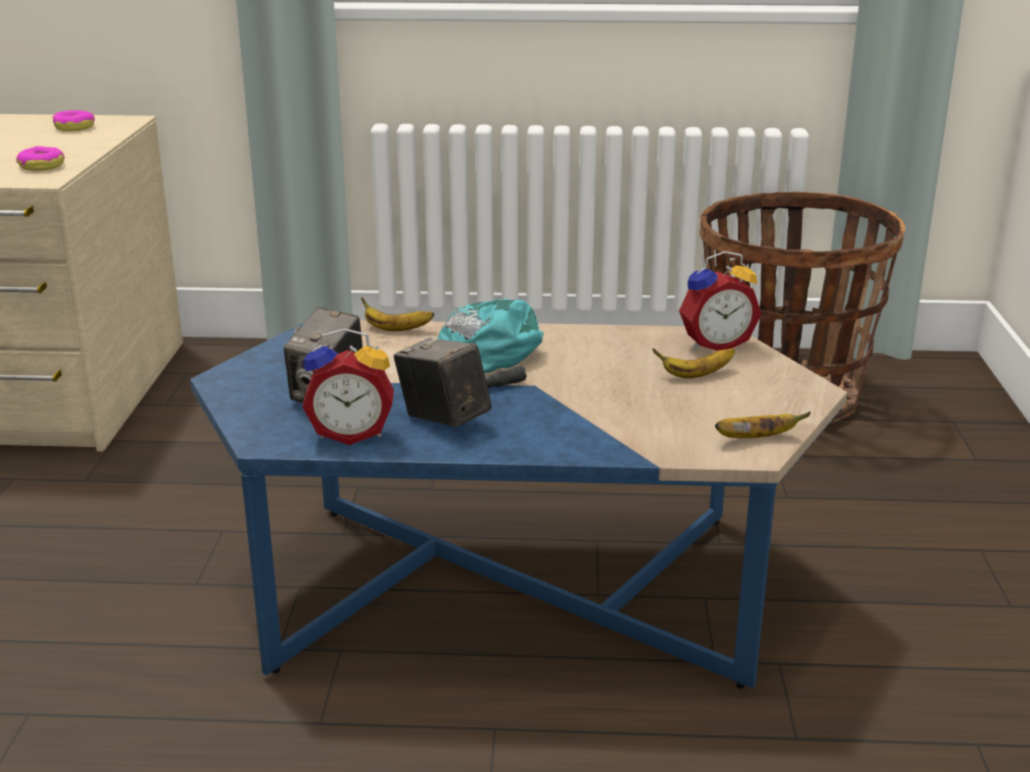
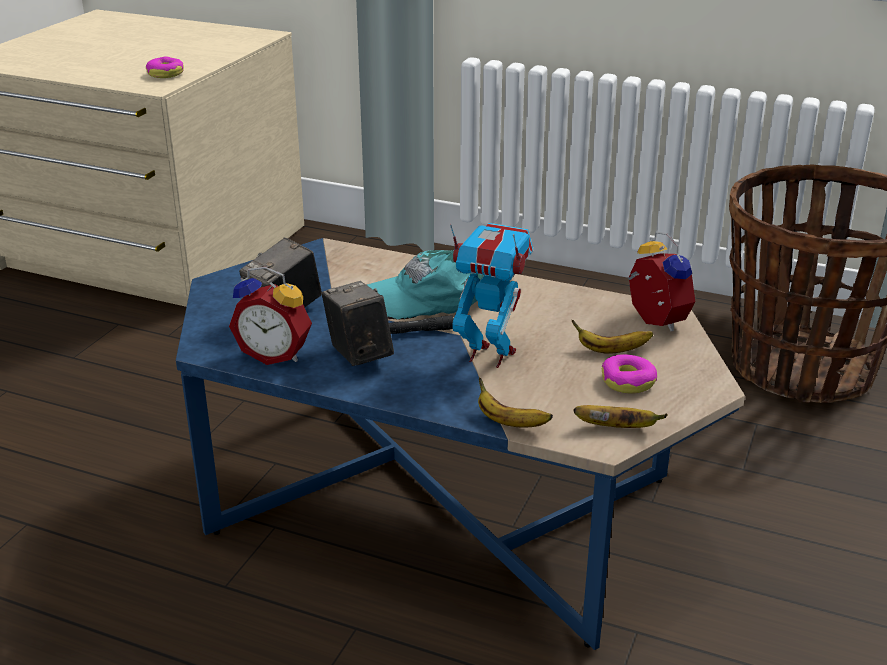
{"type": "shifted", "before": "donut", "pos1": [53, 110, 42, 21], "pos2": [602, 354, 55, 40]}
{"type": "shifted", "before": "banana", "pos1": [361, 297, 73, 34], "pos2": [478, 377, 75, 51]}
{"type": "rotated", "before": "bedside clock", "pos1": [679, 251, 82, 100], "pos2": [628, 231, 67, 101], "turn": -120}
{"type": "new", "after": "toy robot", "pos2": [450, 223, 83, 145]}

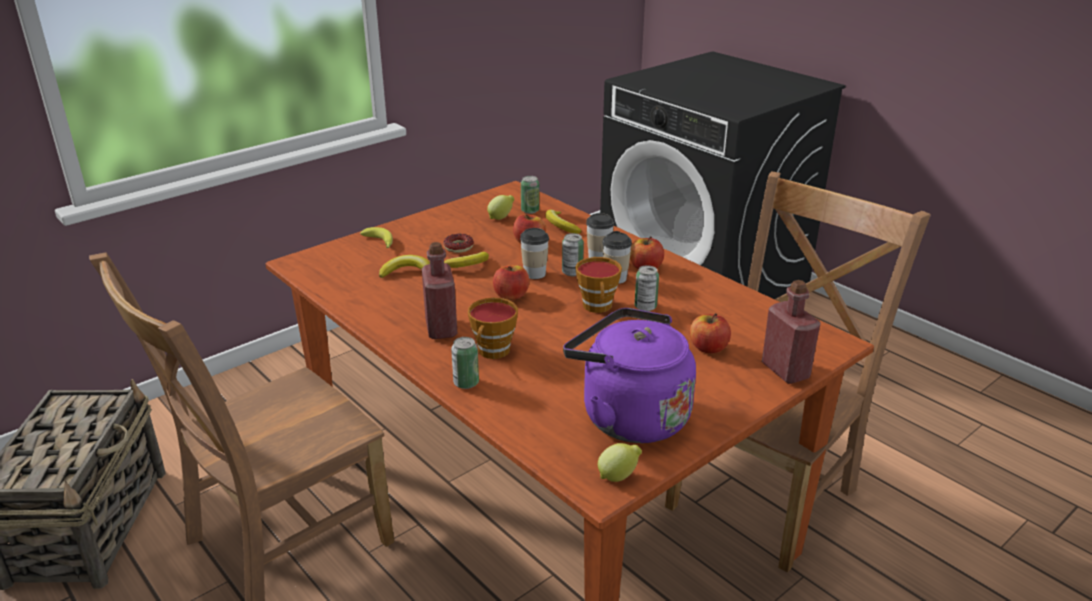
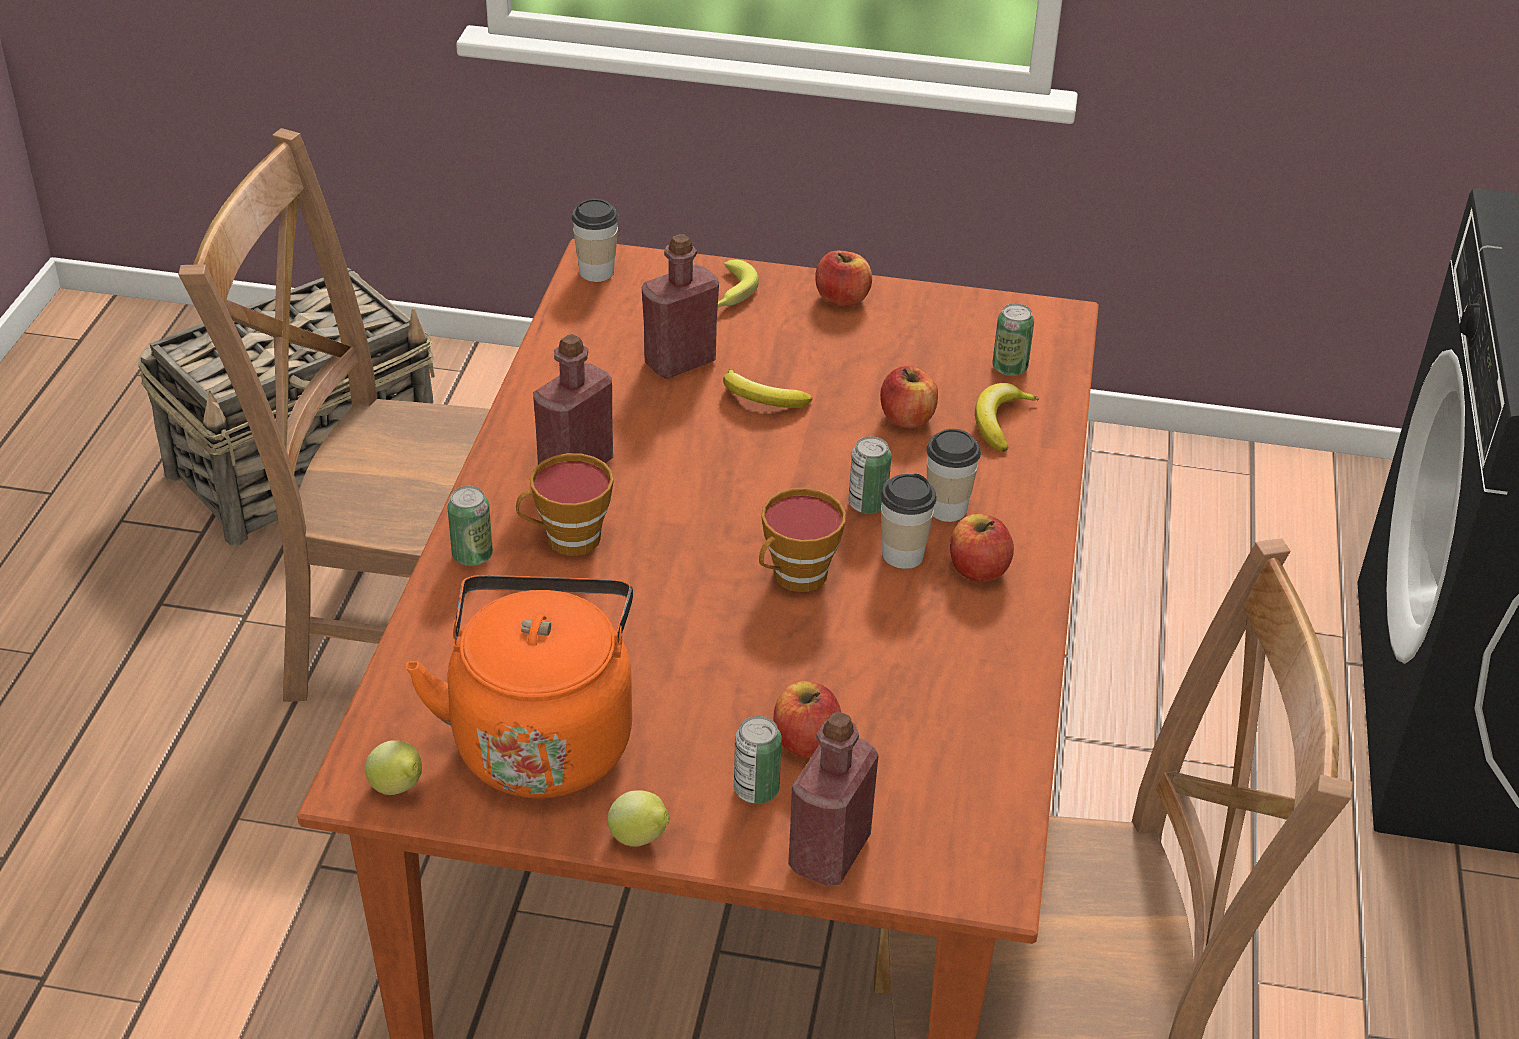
{"type": "swapped", "before": "banana", "after": "red-coloured beverage bottle", "pos1": [379, 255, 51, 23], "pos2": [642, 234, 77, 145]}
{"type": "gone", "before": "donut", "pos1": [443, 234, 31, 19]}
{"type": "shifted", "before": "citrus fruit", "pos1": [487, 195, 27, 25], "pos2": [607, 790, 63, 57]}
{"type": "shifted", "before": "apple", "pos1": [493, 265, 37, 35], "pos2": [815, 251, 57, 56]}
{"type": "shifted", "before": "small cup", "pos1": [520, 228, 29, 51], "pos2": [572, 199, 47, 83]}
{"type": "repainted", "before": "purple water kettle", "after": "orangey water kettle", "pos1": [563, 308, 133, 135], "pos2": [406, 575, 227, 224]}
{"type": "shifted", "before": "metal can", "pos1": [635, 265, 24, 46], "pos2": [734, 716, 48, 88]}

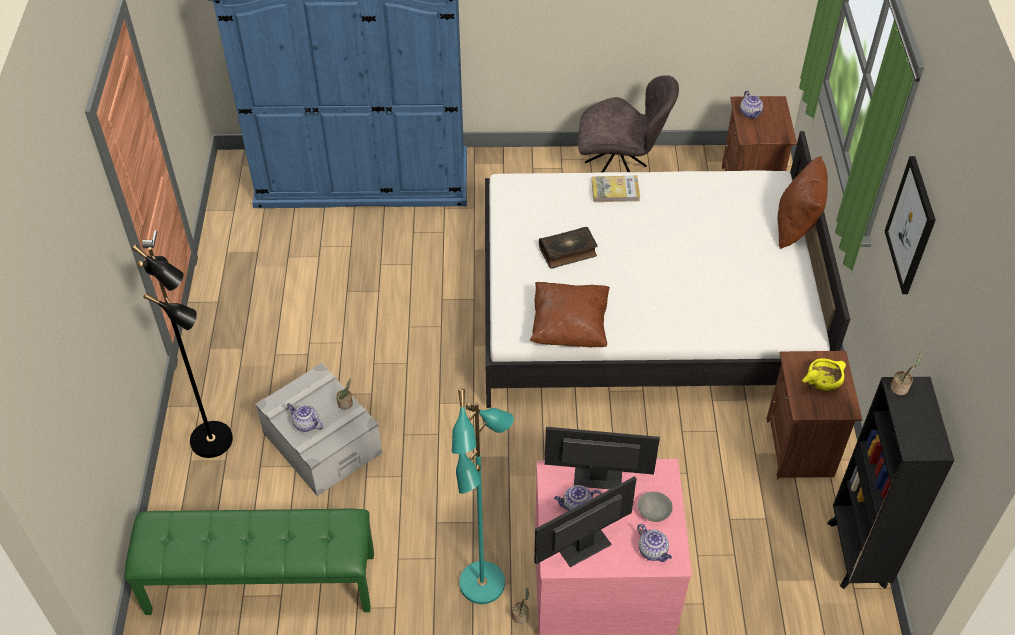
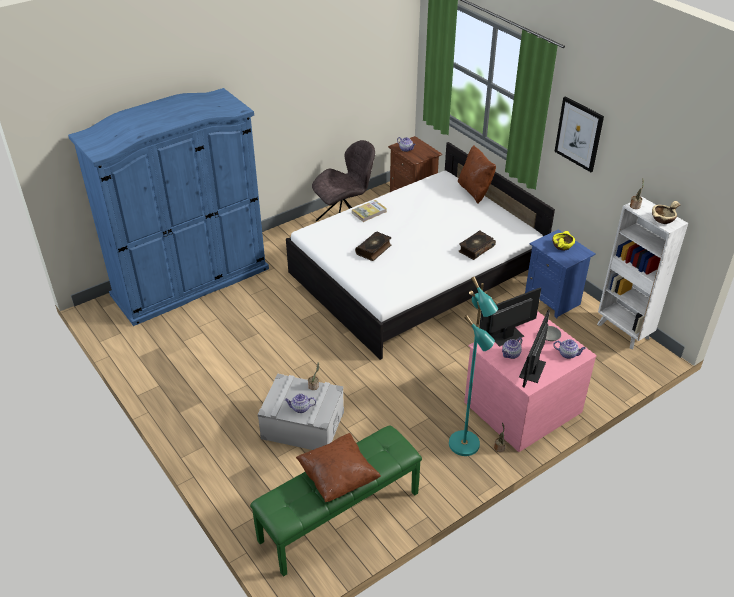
{"type": "gone", "before": "blackish floor lamp", "pos1": [132, 244, 101, 214]}
{"type": "shifted", "before": "brown cushion", "pos1": [530, 282, 80, 65], "pos2": [296, 433, 85, 69]}
{"type": "repainted", "before": "brown night table", "after": "blue-coloured night table", "pos1": [767, 351, 95, 128], "pos2": [525, 229, 70, 89]}
{"type": "repainted", "before": "blackish shelving unit", "after": "white-coloured shelving unit", "pos1": [827, 377, 127, 212], "pos2": [597, 197, 91, 152]}
{"type": "new", "after": "bound book", "pos2": [458, 231, 38, 29]}
{"type": "new", "after": "beige deep dish", "pos2": [652, 201, 29, 23]}

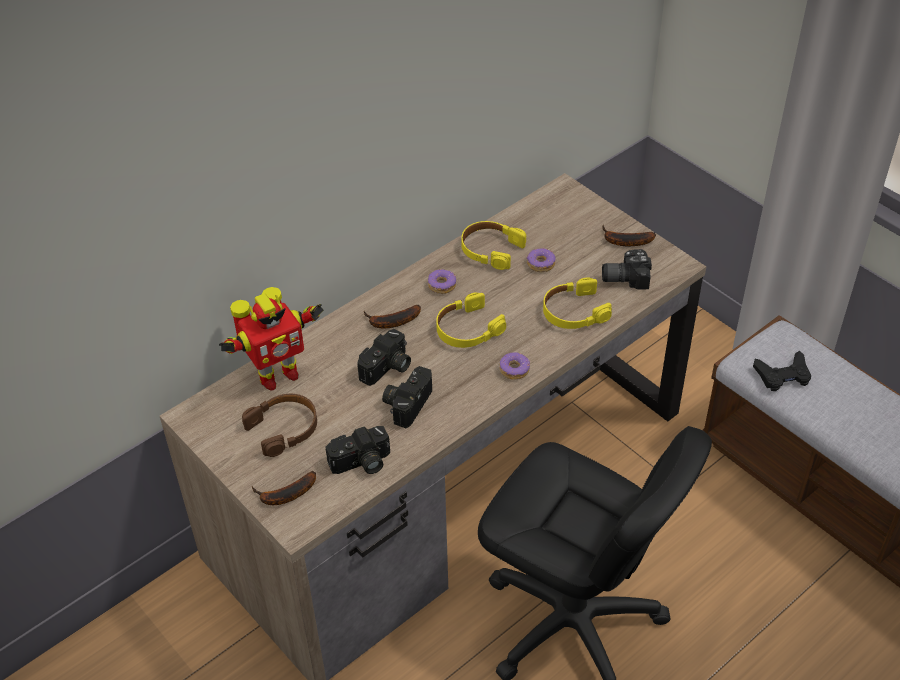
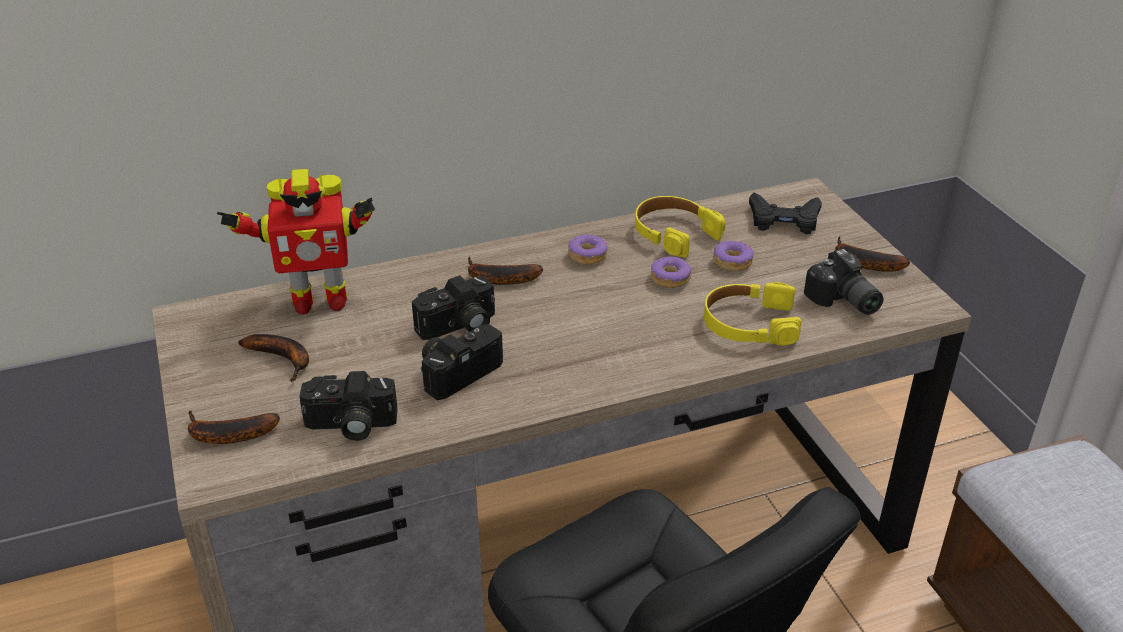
{"type": "swapped", "before": "brown headphones", "after": "banana", "pos1": [242, 394, 75, 63], "pos2": [238, 334, 71, 48]}
{"type": "gone", "before": "yellow headphones", "pos1": [436, 292, 70, 56]}
{"type": "shifted", "before": "donut", "pos1": [499, 352, 31, 28], "pos2": [651, 257, 41, 31]}
{"type": "rotated", "before": "still camera", "pos1": [602, 249, 50, 40], "pos2": [804, 248, 79, 67], "turn": -135}
{"type": "shifted", "before": "blackish joypad", "pos1": [753, 351, 58, 40], "pos2": [749, 192, 73, 42]}

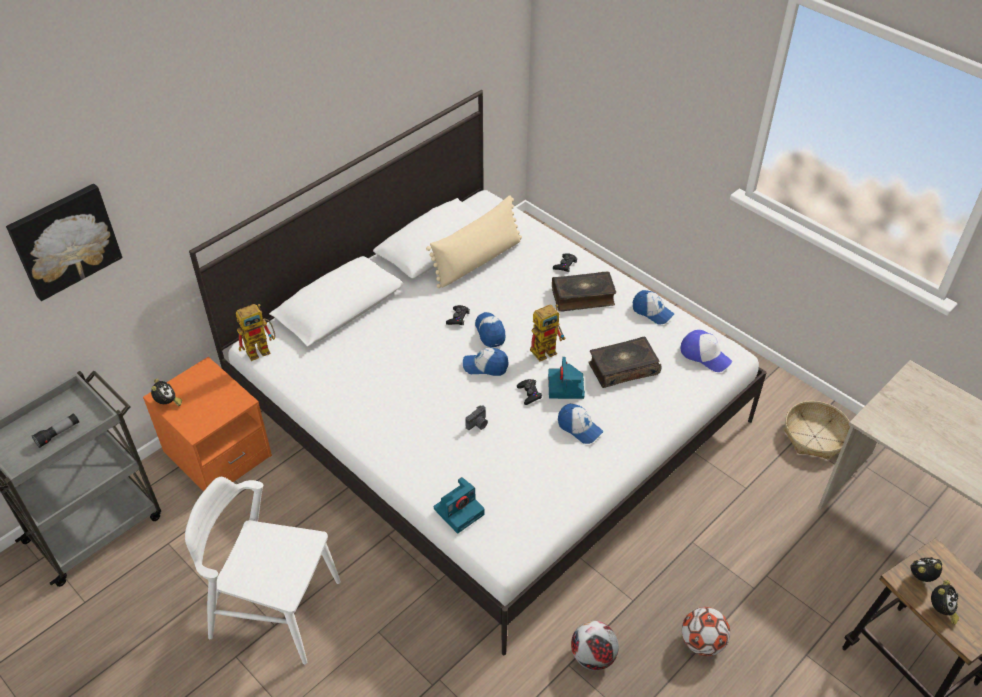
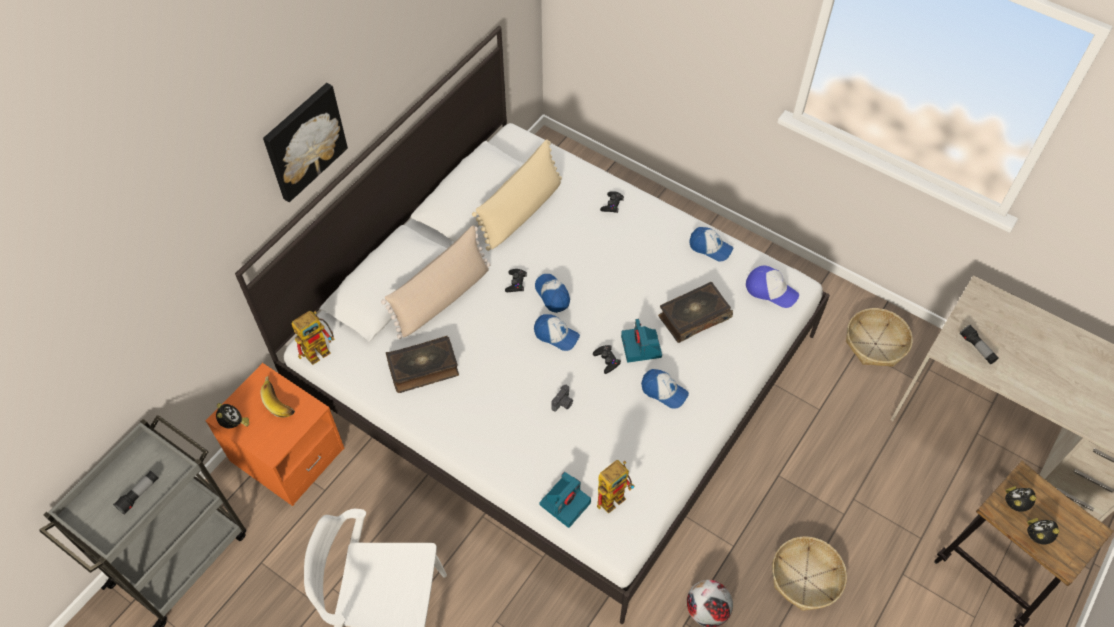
{"type": "shifted", "before": "picture", "pos1": [6, 184, 116, 117], "pos2": [263, 83, 85, 119]}
{"type": "rotated", "before": "baseball cap", "pos1": [463, 347, 46, 29], "pos2": [534, 314, 46, 37], "turn": -150}
{"type": "shifted", "before": "toy robot", "pos1": [530, 304, 35, 57], "pos2": [597, 460, 38, 54]}
{"type": "shifted", "before": "bound book", "pos1": [552, 272, 64, 40], "pos2": [386, 336, 73, 57]}
{"type": "swapped", "before": "football", "after": "household basket", "pos1": [682, 607, 48, 49], "pos2": [772, 536, 75, 75]}
{"type": "rotated", "before": "bedside clock", "pos1": [931, 580, 28, 45], "pos2": [1027, 518, 32, 26], "turn": -135}
{"type": "new", "after": "banana", "pos2": [260, 376, 35, 41]}
{"type": "new", "after": "beige cushion", "pos2": [381, 225, 109, 114]}
{"type": "new", "after": "hand torch", "pos2": [960, 325, 39, 39]}

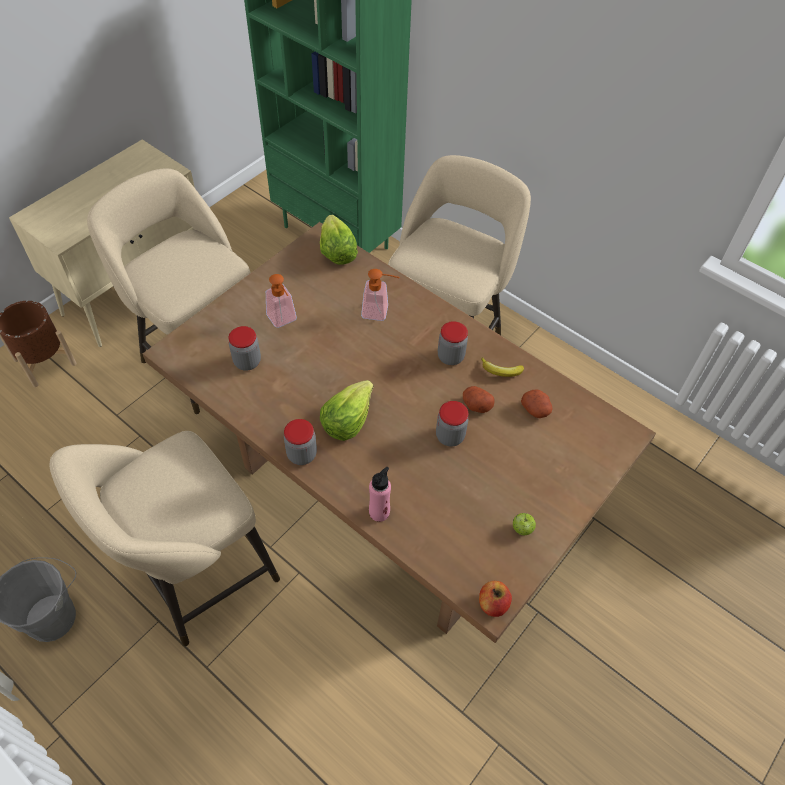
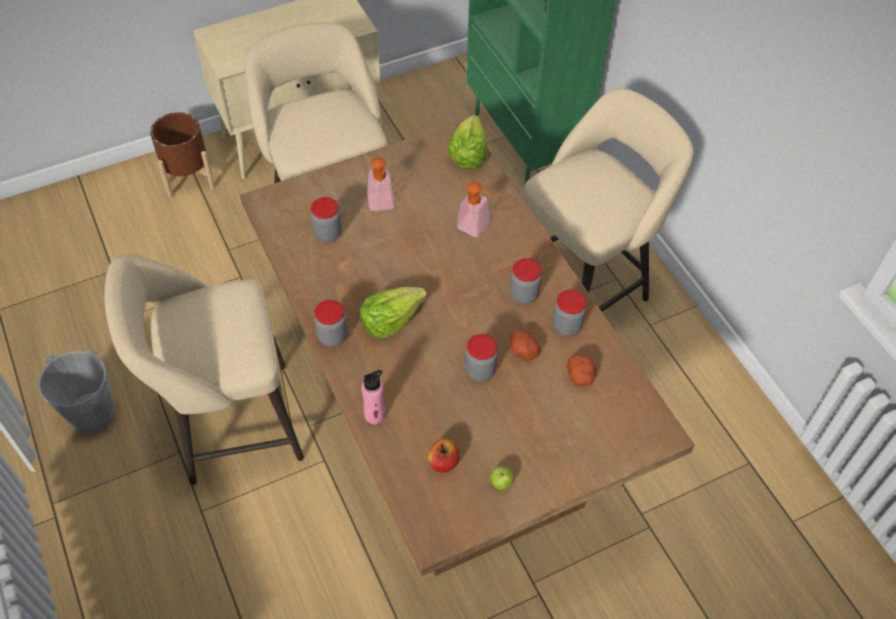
{"type": "shifted", "before": "apple", "pos1": [479, 581, 33, 36], "pos2": [428, 439, 31, 34]}
{"type": "swapped", "before": "banana", "after": "jar", "pos1": [481, 357, 43, 20], "pos2": [552, 290, 34, 46]}

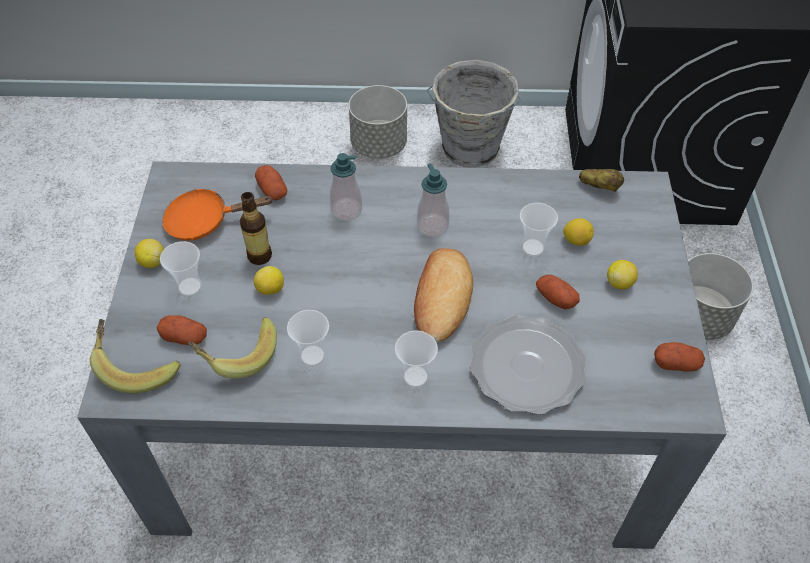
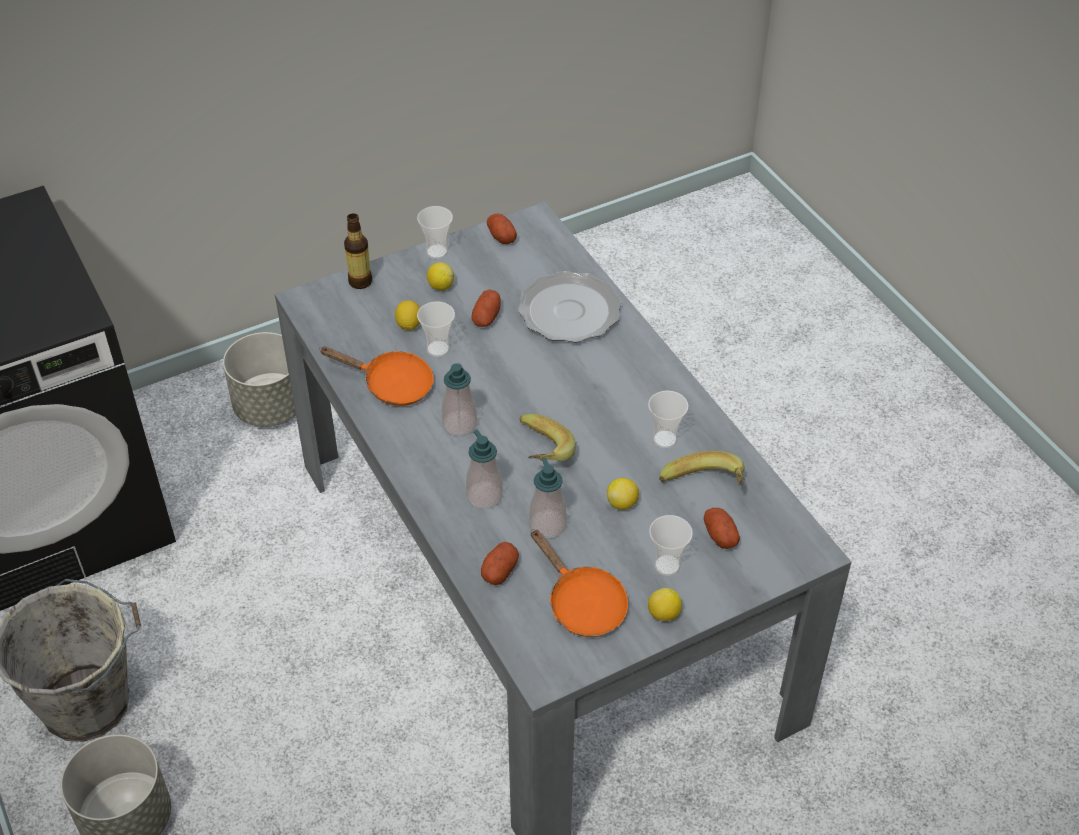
{"type": "shifted", "before": "banana", "pos1": [90, 319, 91, 75], "pos2": [520, 414, 56, 47]}
{"type": "shifted", "before": "beverage bottle", "pos1": [240, 192, 32, 73], "pos2": [344, 213, 28, 76]}
{"type": "shifted", "before": "small cup", "pos1": [395, 330, 43, 58], "pos2": [417, 206, 36, 53]}
{"type": "gone", "before": "bakery bread", "pos1": [414, 248, 59, 94]}
{"type": "gone", "before": "potato", "pos1": [579, 169, 45, 23]}
{"type": "new", "after": "orangey pan", "pos2": [319, 346, 115, 60]}
{"type": "new", "after": "soap dispenser", "pos2": [529, 457, 38, 81]}

